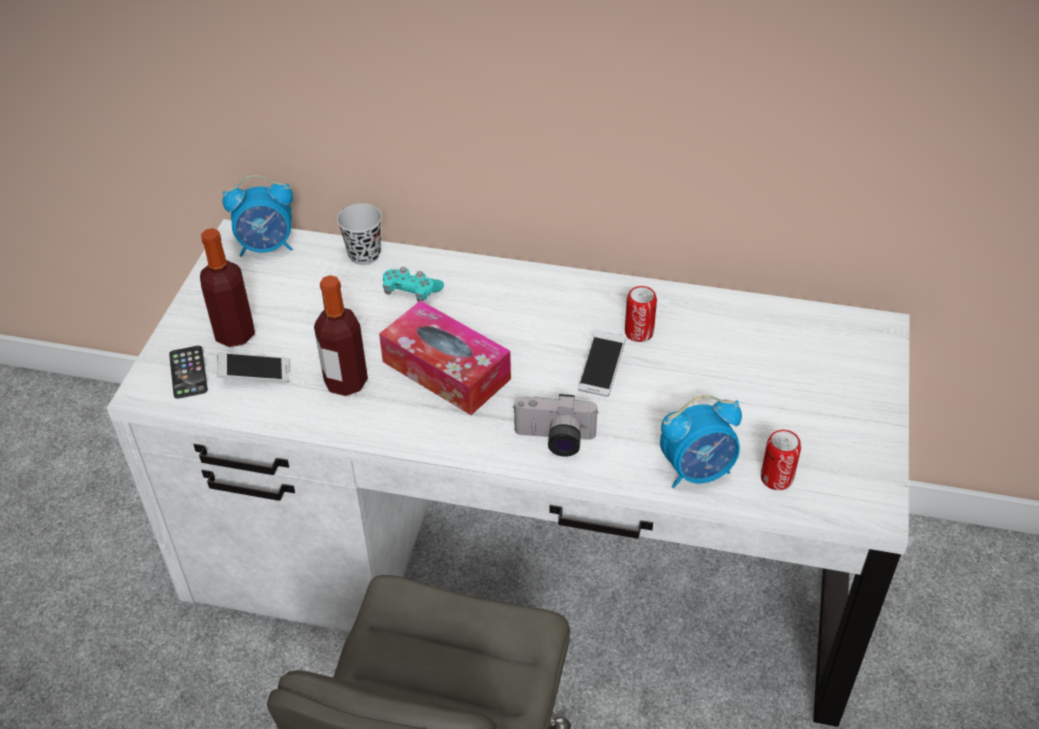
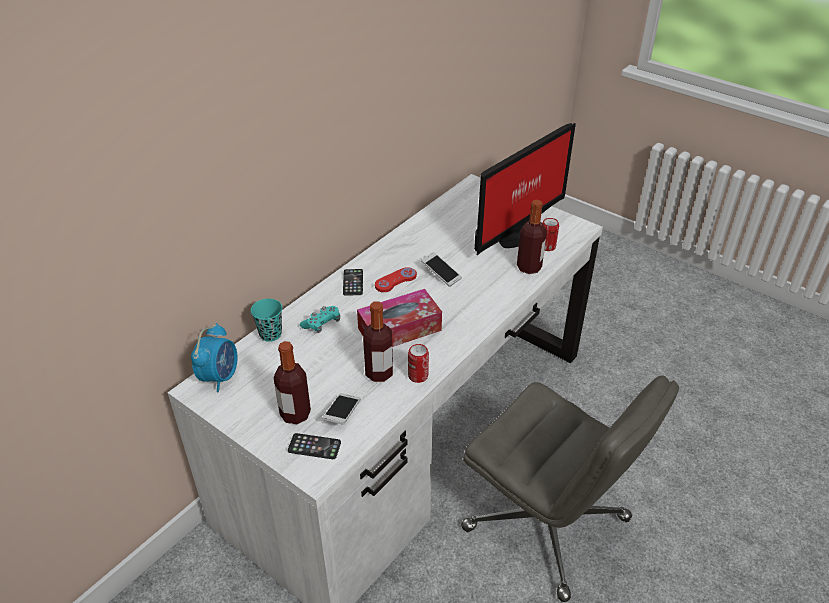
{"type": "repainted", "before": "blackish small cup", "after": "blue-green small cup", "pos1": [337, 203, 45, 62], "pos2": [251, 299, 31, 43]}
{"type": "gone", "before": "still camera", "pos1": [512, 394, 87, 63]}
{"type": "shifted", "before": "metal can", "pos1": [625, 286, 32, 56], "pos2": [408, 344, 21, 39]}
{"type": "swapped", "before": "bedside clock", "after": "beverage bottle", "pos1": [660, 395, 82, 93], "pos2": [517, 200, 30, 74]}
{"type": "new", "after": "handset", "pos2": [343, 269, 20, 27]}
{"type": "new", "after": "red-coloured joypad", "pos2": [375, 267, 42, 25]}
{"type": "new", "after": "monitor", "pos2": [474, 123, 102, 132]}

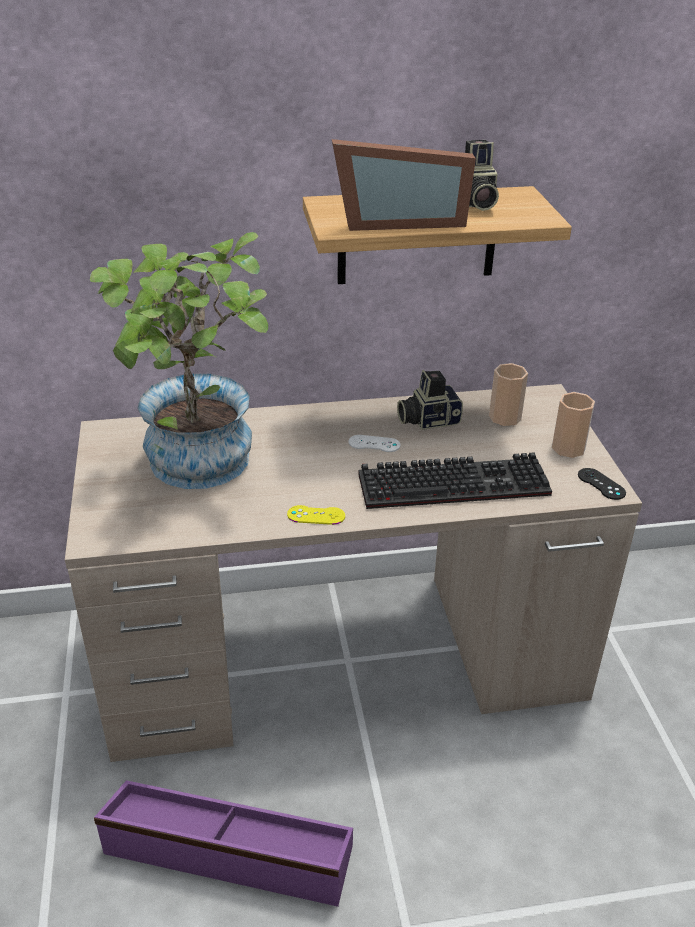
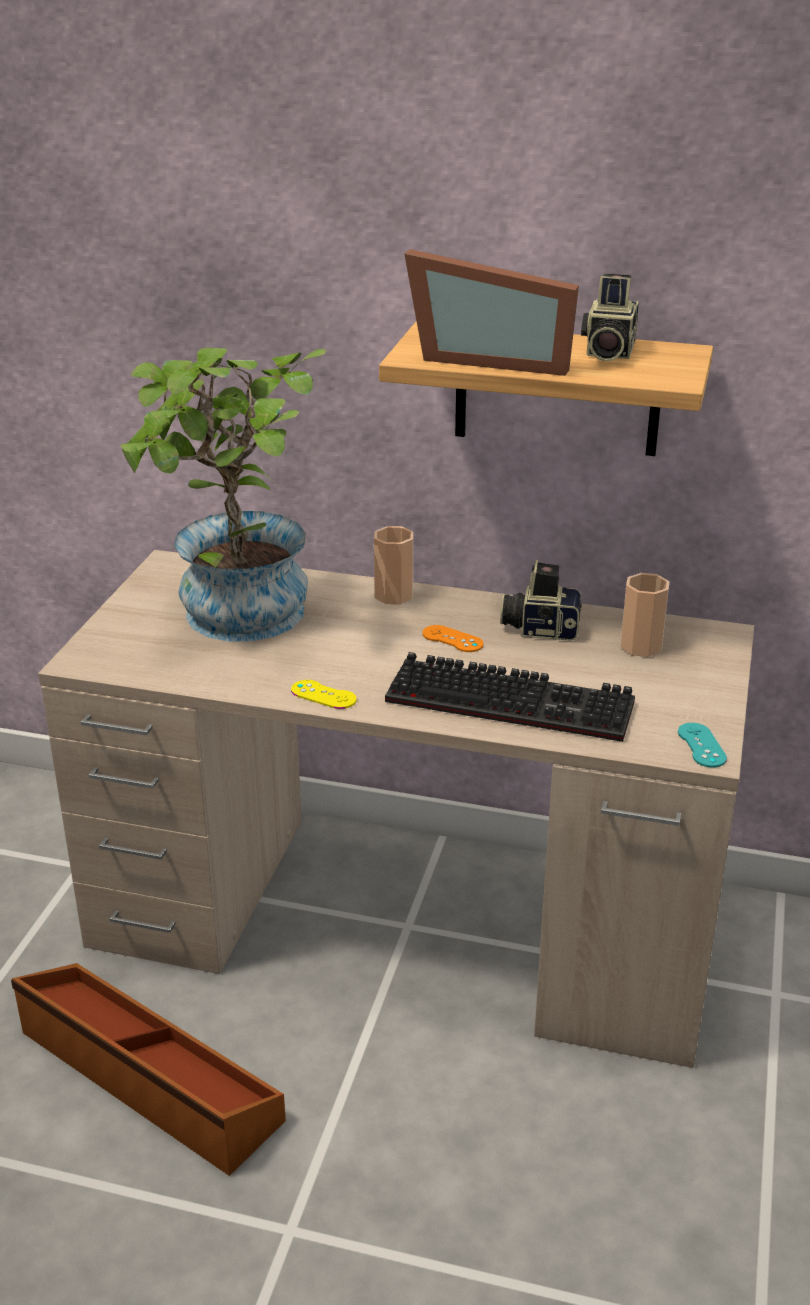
{"type": "repainted", "before": "purple storage box", "after": "brown storage box", "pos1": [94, 780, 259, 127], "pos2": [11, 963, 275, 213]}
{"type": "repainted", "before": "white-coloured joypad", "after": "orangey joypad", "pos1": [348, 435, 53, 17], "pos2": [422, 625, 61, 27]}
{"type": "shifted", "before": "small cup", "pos1": [552, 392, 43, 66], "pos2": [374, 526, 39, 78]}
{"type": "repainted", "before": "blackish joypad", "after": "blue-green joypad", "pos1": [578, 468, 48, 32], "pos2": [678, 723, 49, 45]}

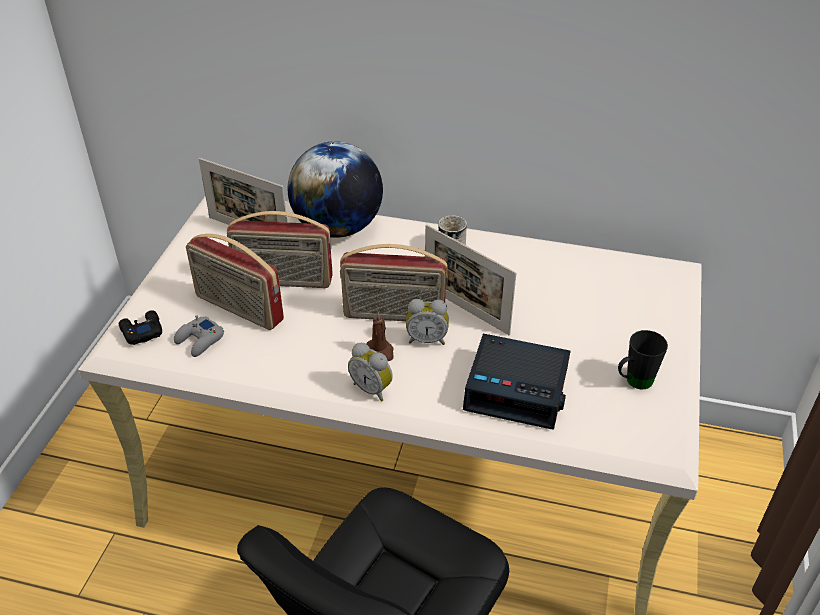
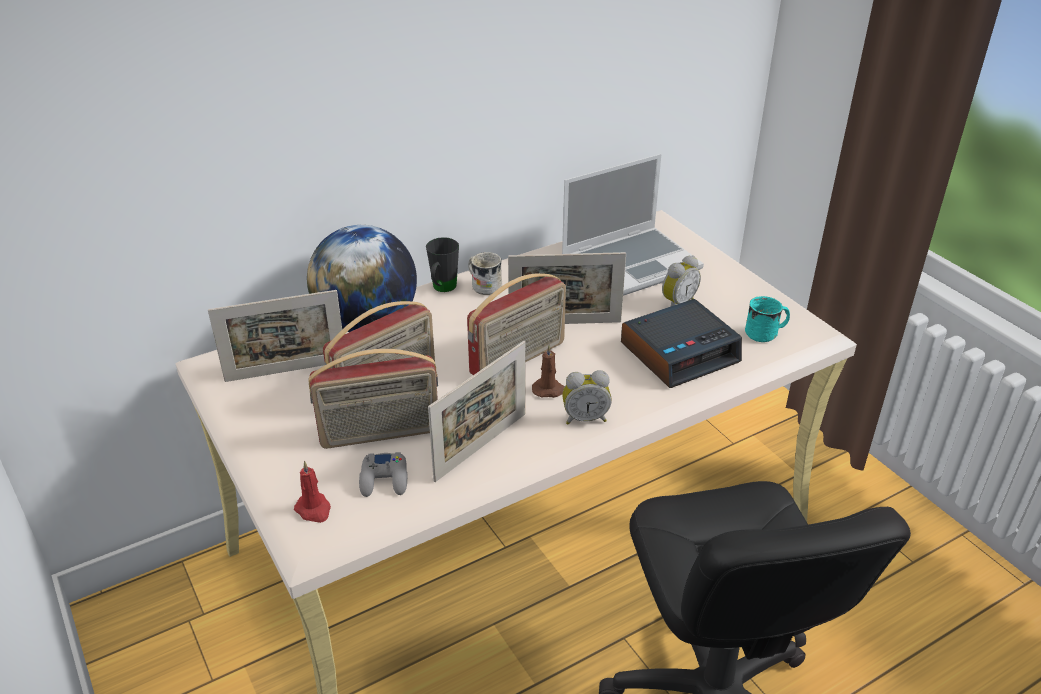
{"type": "swapped", "before": "blackish joypad", "after": "red-coloured candle", "pos1": [119, 310, 43, 35], "pos2": [294, 461, 37, 62]}
{"type": "shifted", "before": "bedside clock", "pos1": [406, 299, 43, 46], "pos2": [662, 255, 39, 51]}
{"type": "shifted", "before": "blackish tea mug", "pos1": [618, 330, 50, 59], "pos2": [426, 237, 33, 55]}
{"type": "new", "after": "picture frame", "pos2": [428, 341, 97, 141]}
{"type": "new", "after": "notebook computer", "pos2": [562, 154, 142, 142]}
{"type": "new", "after": "blue-green tea mug", "pos2": [745, 296, 45, 46]}

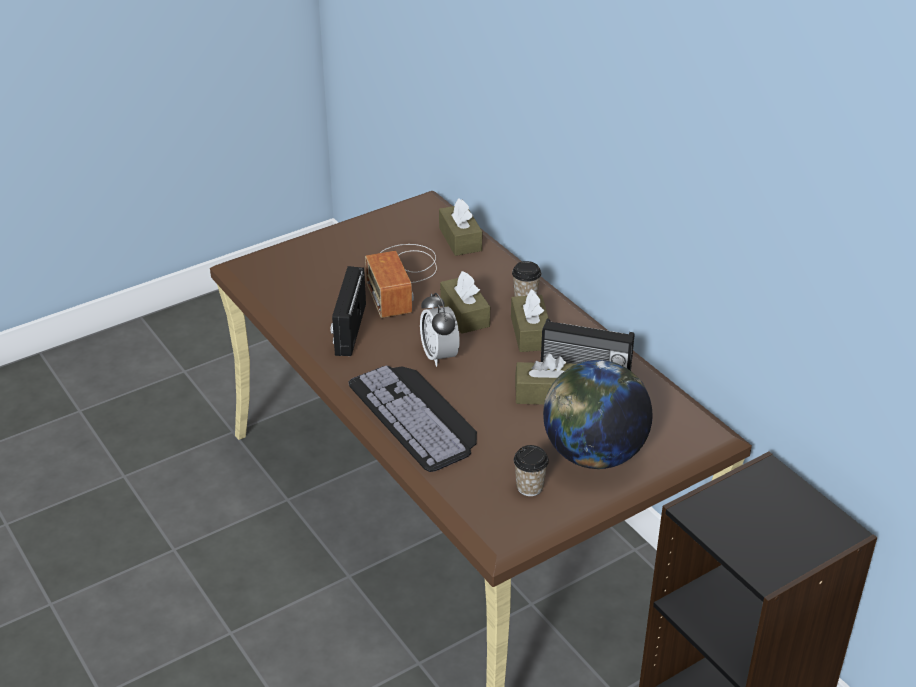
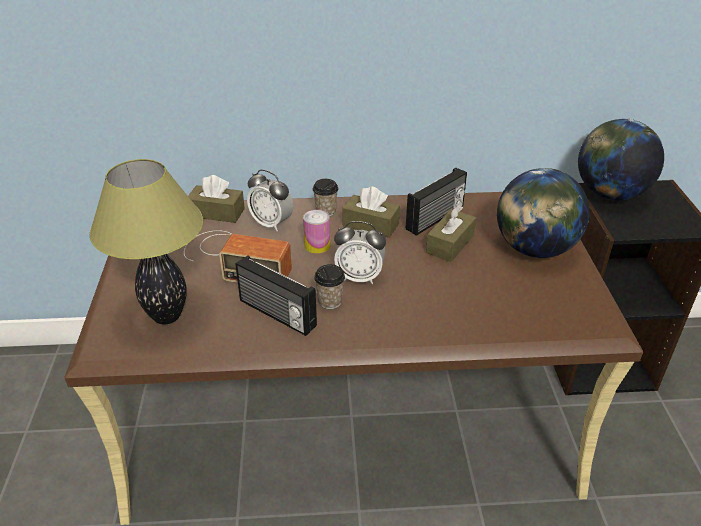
{"type": "gone", "before": "computer keyboard", "pos1": [348, 365, 129, 107]}
{"type": "swapped", "before": "brown tissue box", "after": "metal can", "pos1": [440, 271, 50, 63], "pos2": [303, 210, 28, 44]}
{"type": "shifted", "before": "small cup", "pos1": [514, 445, 35, 51], "pos2": [314, 264, 31, 45]}
{"type": "new", "after": "lamp for a table", "pos2": [89, 159, 114, 165]}
{"type": "new", "after": "bedside clock", "pos2": [247, 169, 46, 62]}
{"type": "new", "after": "globe", "pos2": [578, 119, 86, 82]}

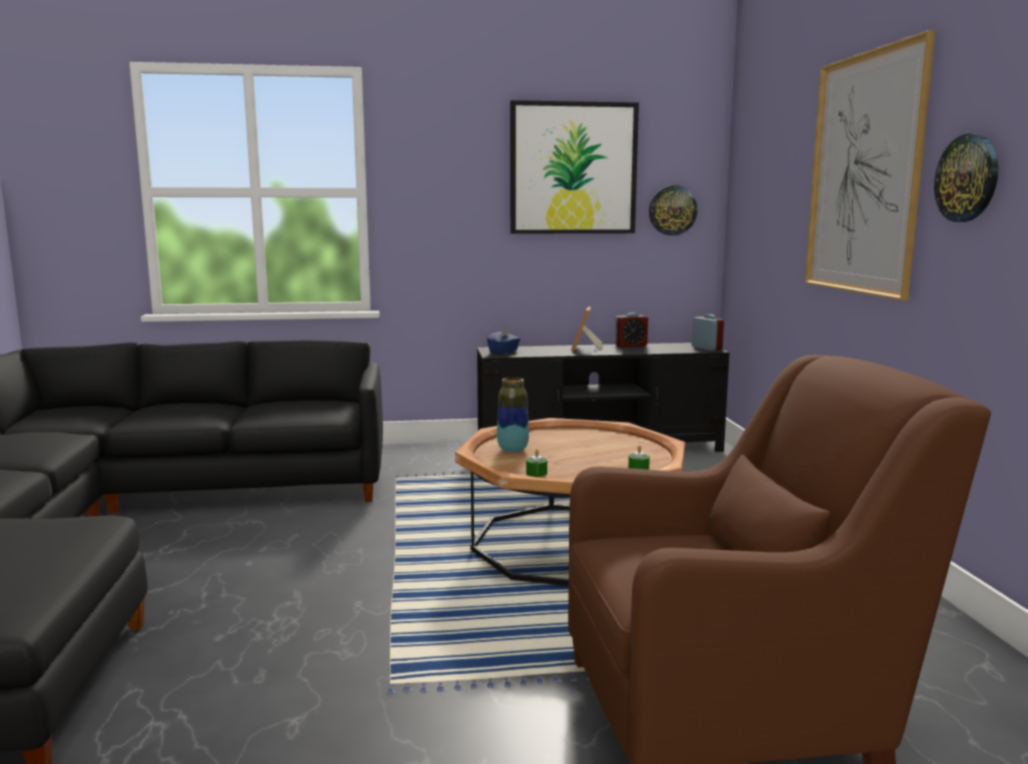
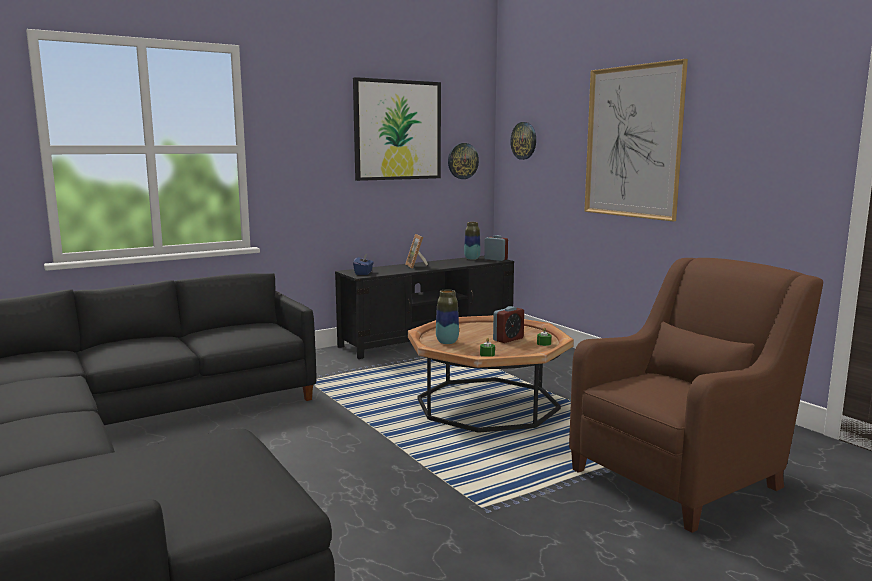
{"type": "shifted", "before": "bedside clock", "pos1": [615, 313, 33, 34], "pos2": [493, 306, 31, 37]}
{"type": "shifted", "before": "wall clock", "pos1": [934, 134, 64, 88], "pos2": [510, 122, 26, 38]}
{"type": "new", "after": "flower vase", "pos2": [464, 222, 17, 38]}

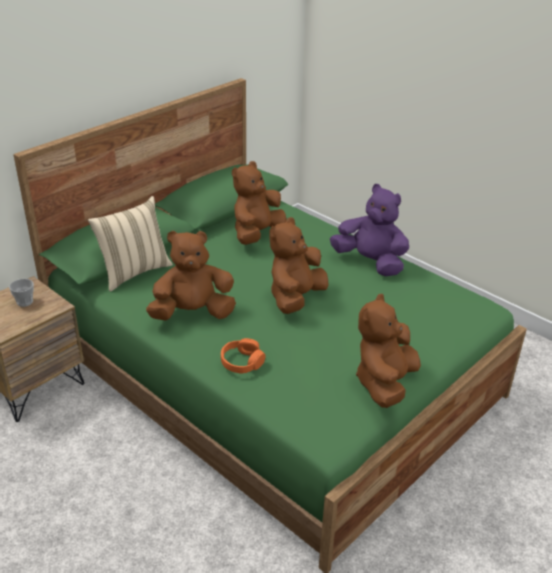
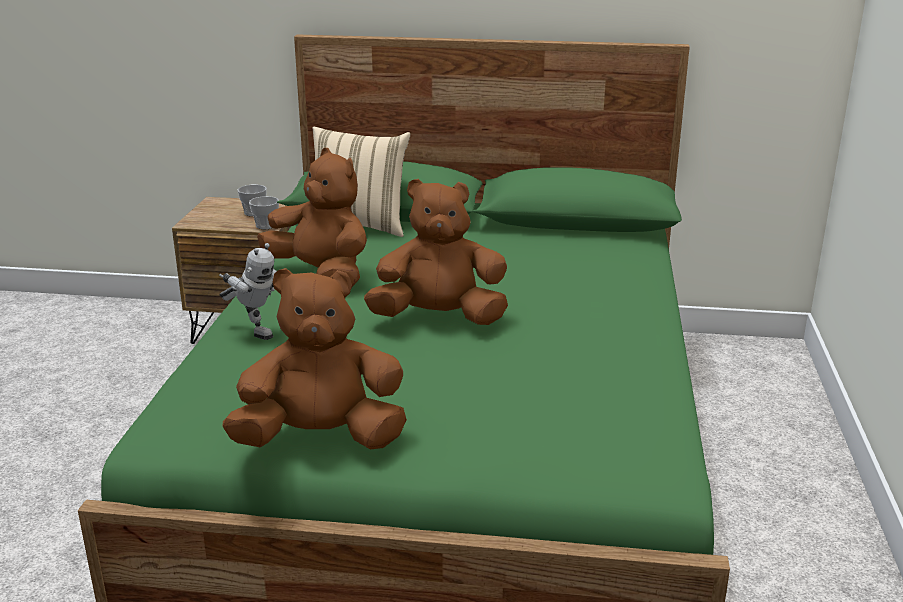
{"type": "swapped", "before": "orangey headphones", "after": "toy robot", "pos1": [221, 338, 45, 36], "pos2": [219, 243, 58, 97]}
{"type": "gone", "before": "brown soft toy", "pos1": [232, 161, 55, 84]}
{"type": "gone", "before": "purple soft toy", "pos1": [330, 184, 79, 92]}
{"type": "new", "after": "small cup", "pos2": [249, 196, 30, 33]}

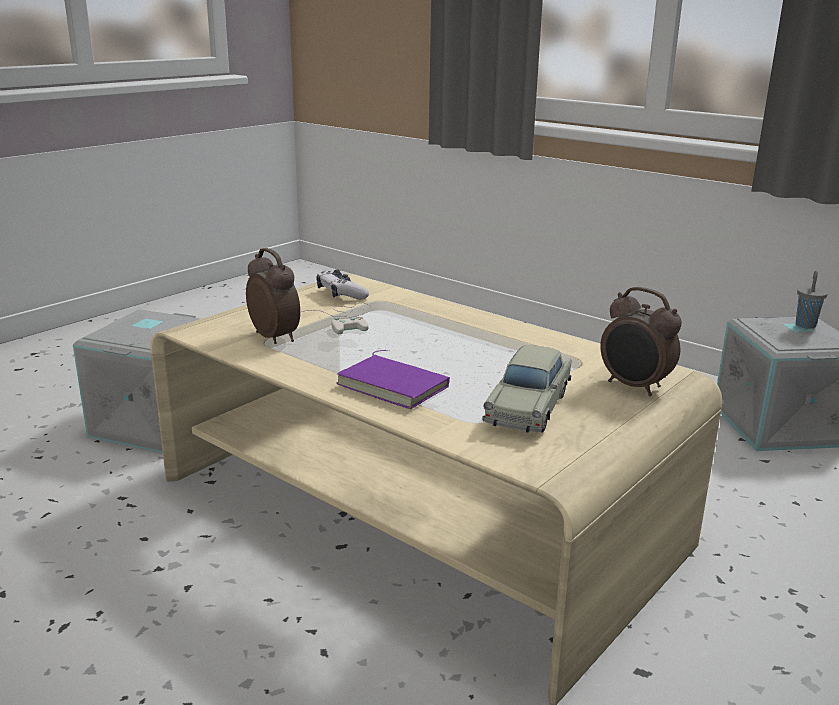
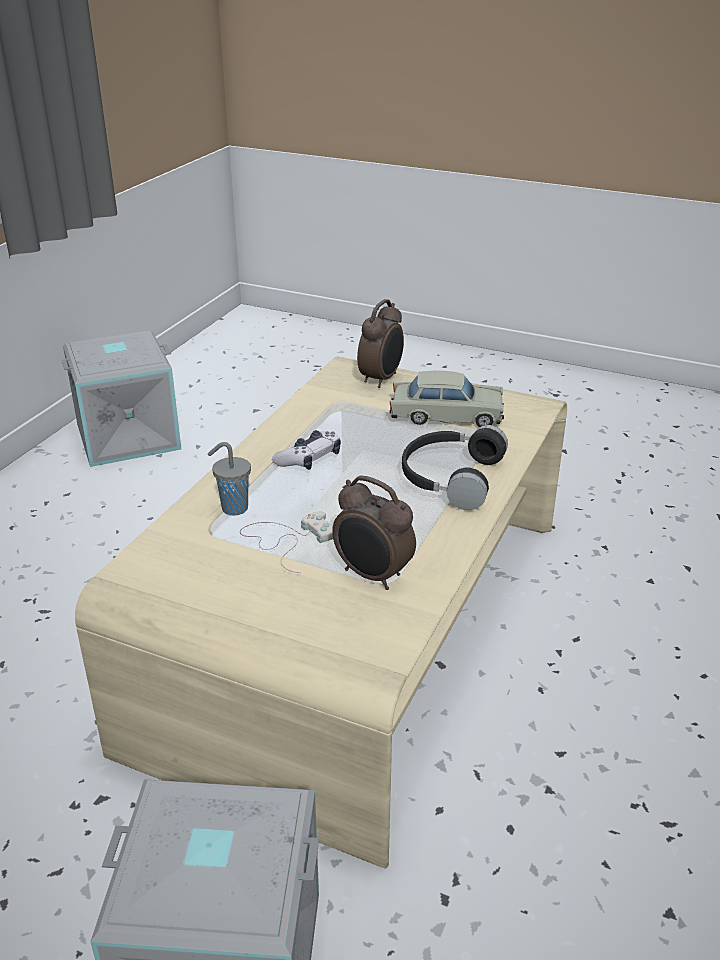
{"type": "rotated", "before": "bedside clock", "pos1": [246, 248, 54, 96], "pos2": [332, 475, 84, 115], "turn": -90}
{"type": "shifted", "before": "joypad", "pos1": [316, 270, 53, 30], "pos2": [272, 430, 69, 40]}
{"type": "swapped", "before": "purple bound book", "after": "blackish headphones", "pos1": [336, 350, 114, 59], "pos2": [402, 425, 106, 85]}
{"type": "shifted", "before": "grey small cup", "pos1": [796, 271, 32, 58], "pos2": [208, 442, 43, 74]}

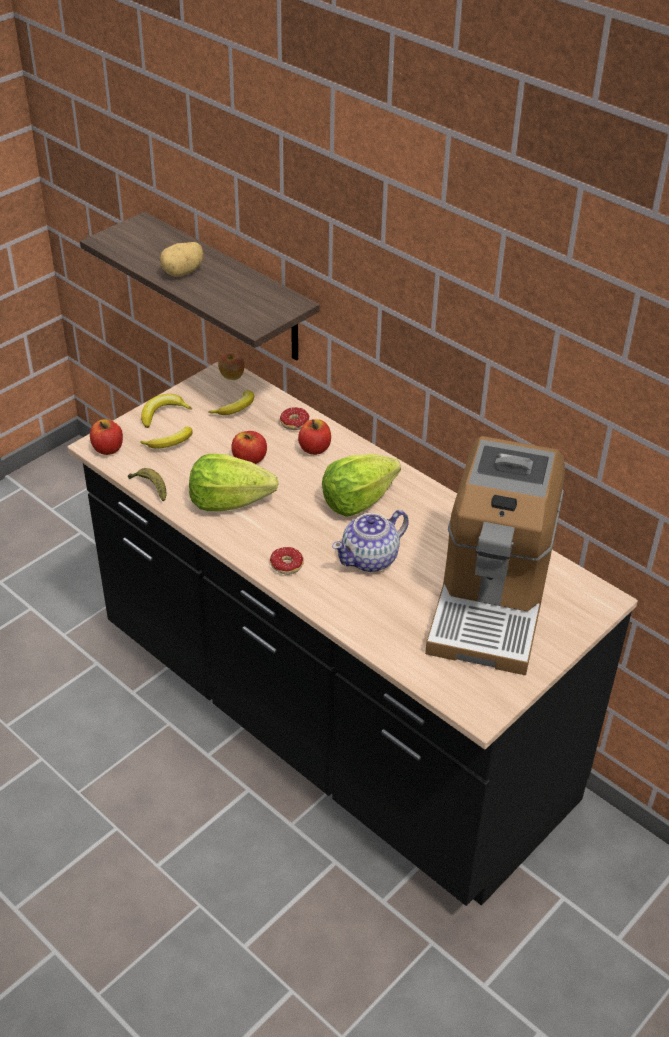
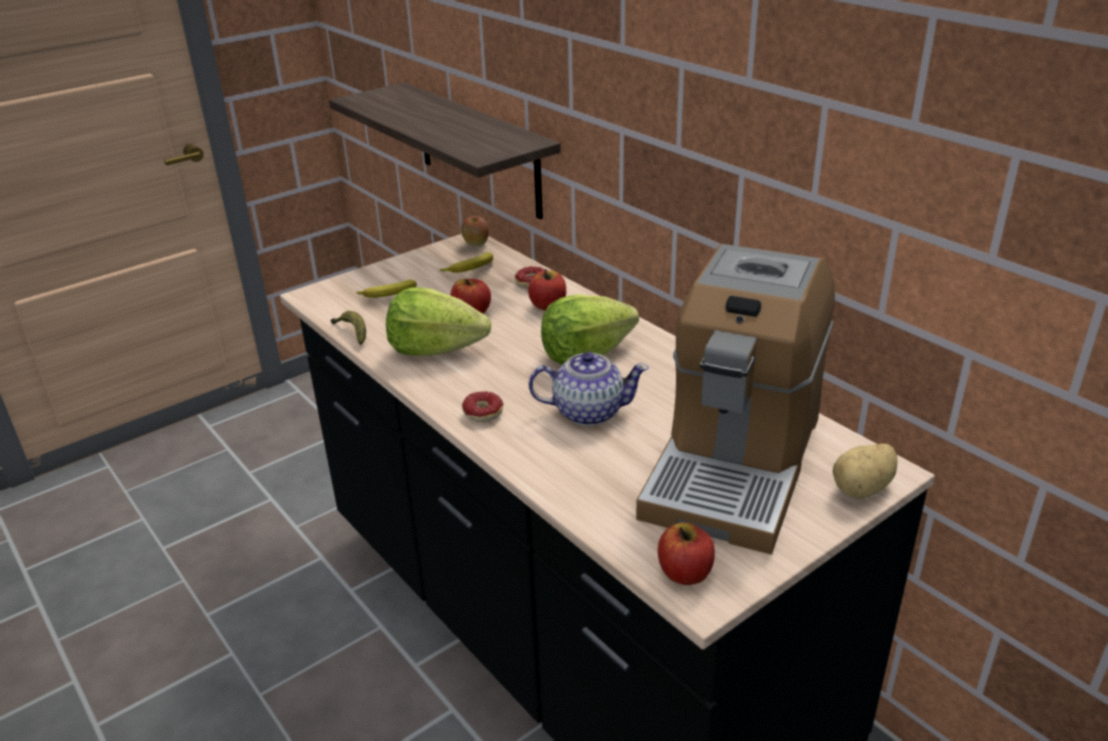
{"type": "shifted", "before": "apple", "pos1": [90, 419, 33, 36], "pos2": [658, 522, 57, 63]}
{"type": "gone", "before": "banana", "pos1": [141, 394, 51, 34]}
{"type": "shifted", "before": "potato", "pos1": [160, 242, 43, 35], "pos2": [832, 444, 66, 55]}
{"type": "rotated", "before": "tea pot", "pos1": [332, 510, 77, 62], "pos2": [529, 352, 120, 74], "turn": -150}

